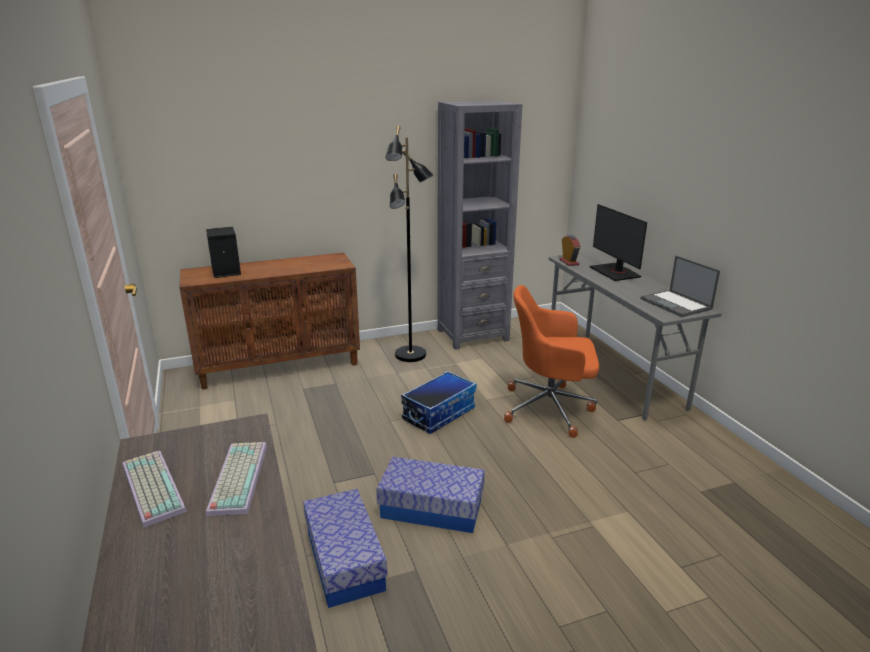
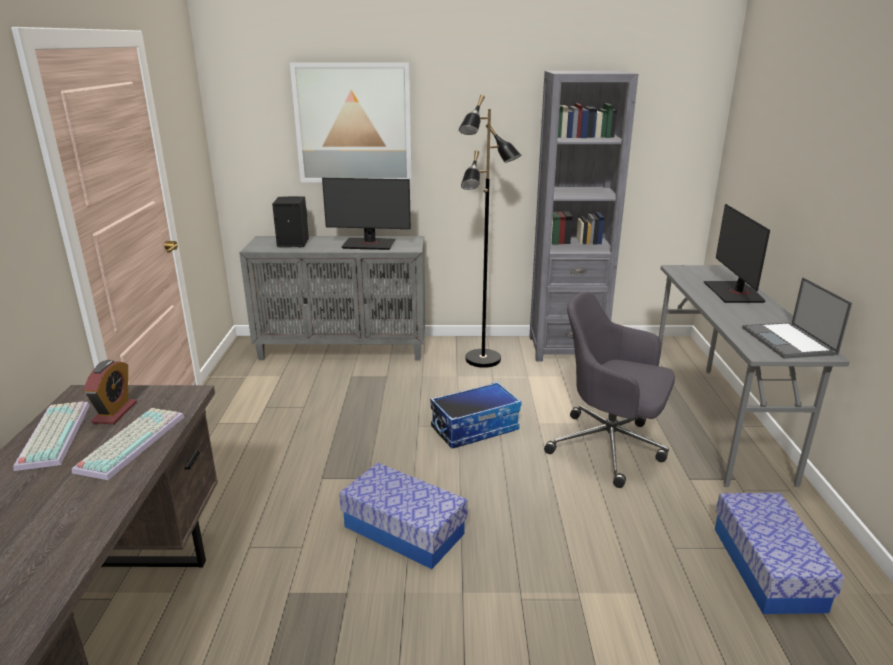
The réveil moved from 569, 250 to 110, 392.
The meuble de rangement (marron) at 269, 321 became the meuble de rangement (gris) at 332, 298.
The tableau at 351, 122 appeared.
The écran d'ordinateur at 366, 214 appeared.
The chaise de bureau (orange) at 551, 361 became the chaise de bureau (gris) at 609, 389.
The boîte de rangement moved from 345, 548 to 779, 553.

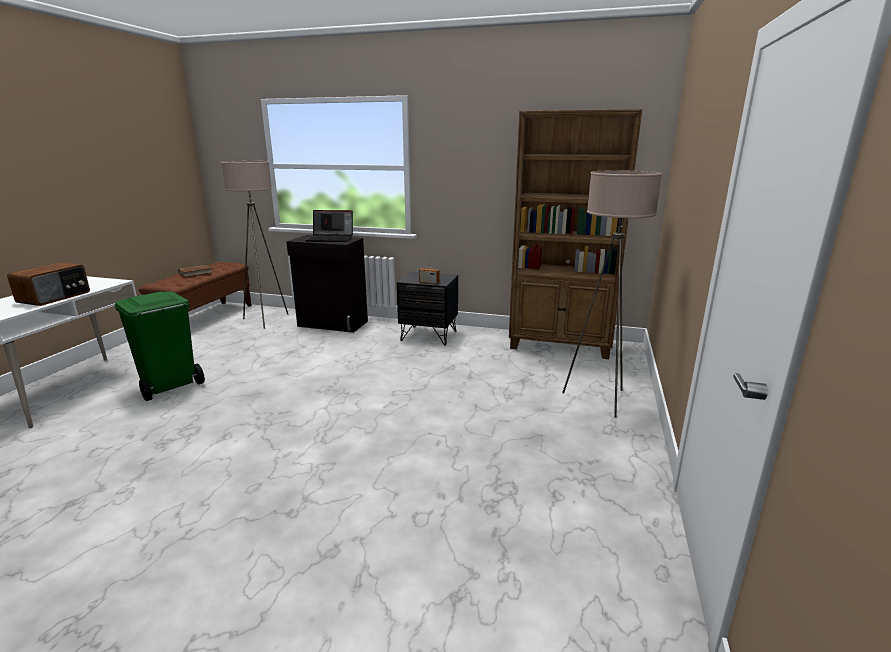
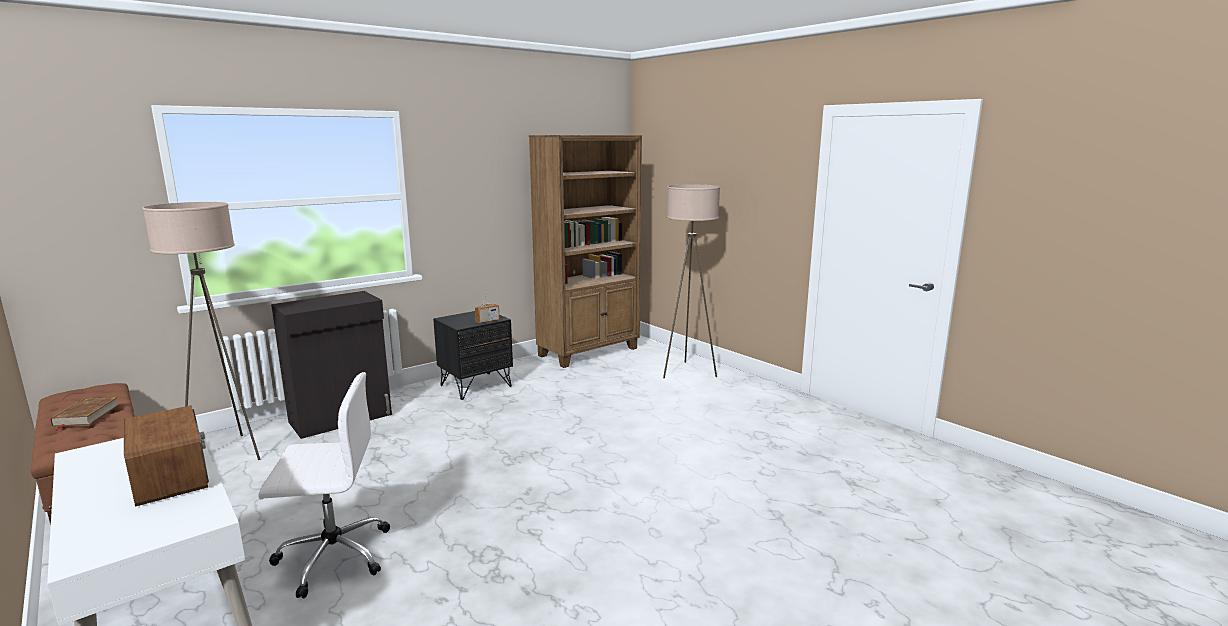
The poubelle (vert) at 160, 346 was replaced by the chaise de bureau (blanc) at 324, 485.
The ordinateur portable at 329, 226 disappeared.

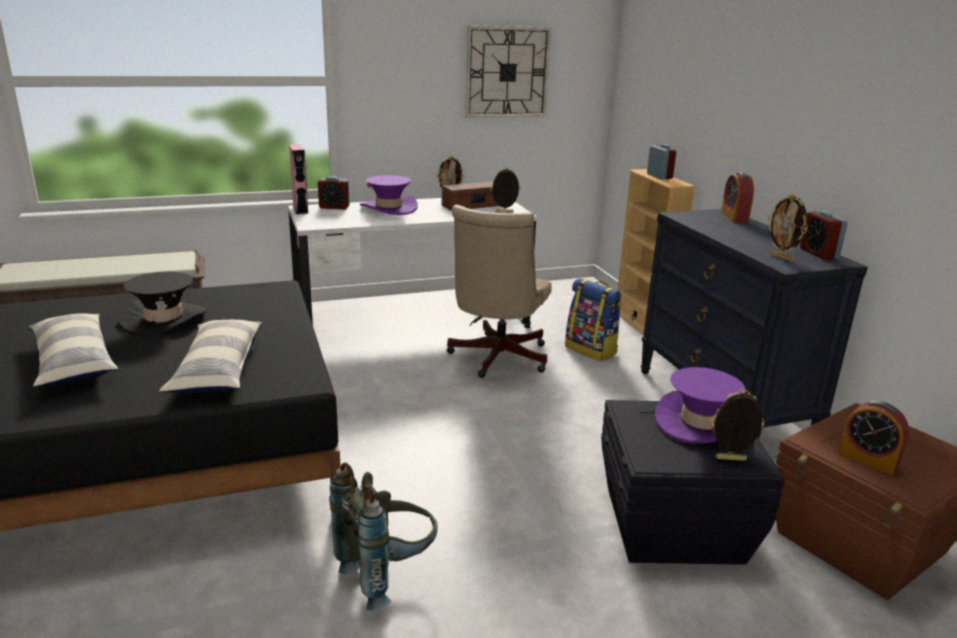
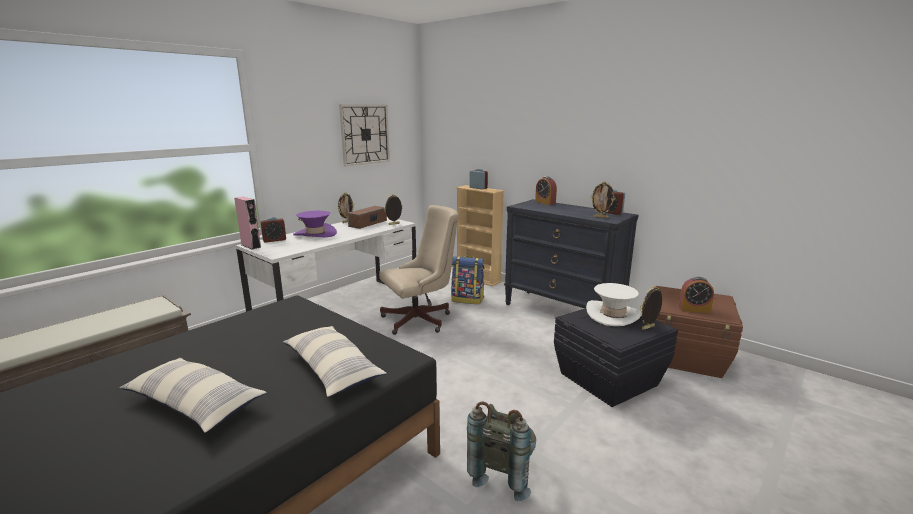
The chaise de bureau (beige) at 499, 291 turned 105 degrees counterclockwise.
The chapeau (violet) at 700, 405 became the chapeau (blanc) at 614, 304.
The chapeau (noir) at 163, 304 disappeared.

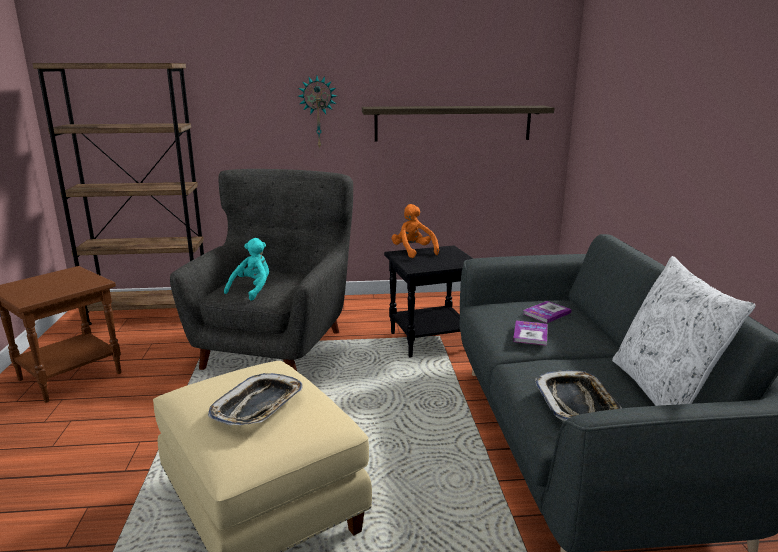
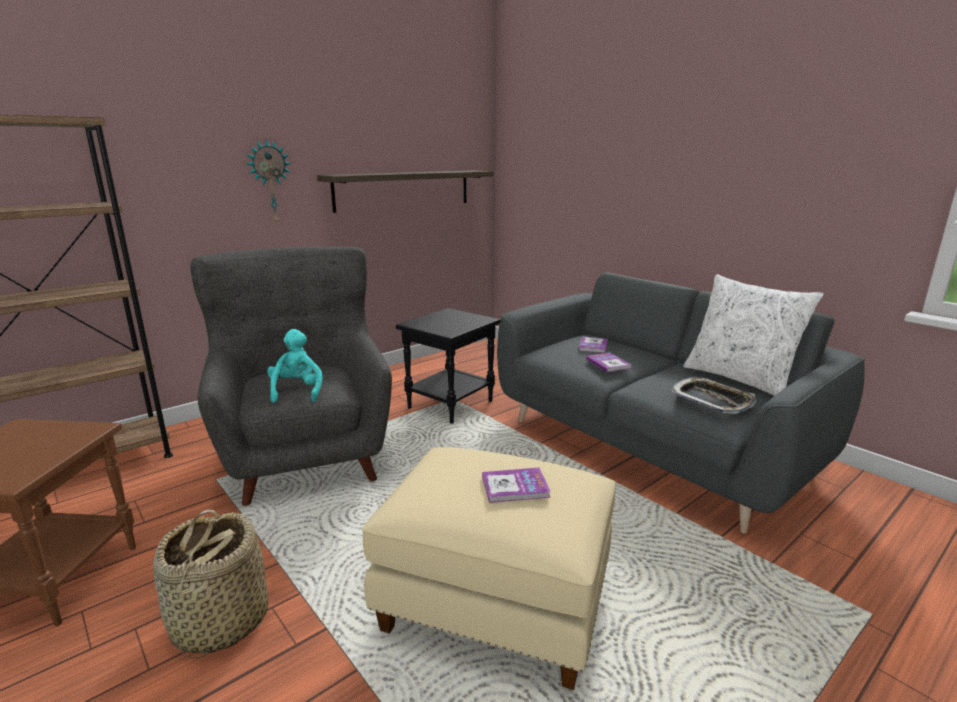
The panier at 210, 584 appeared.
The plateau at 255, 399 was replaced by the livre at 516, 485.
The peluche (orange) at 415, 231 disappeared.

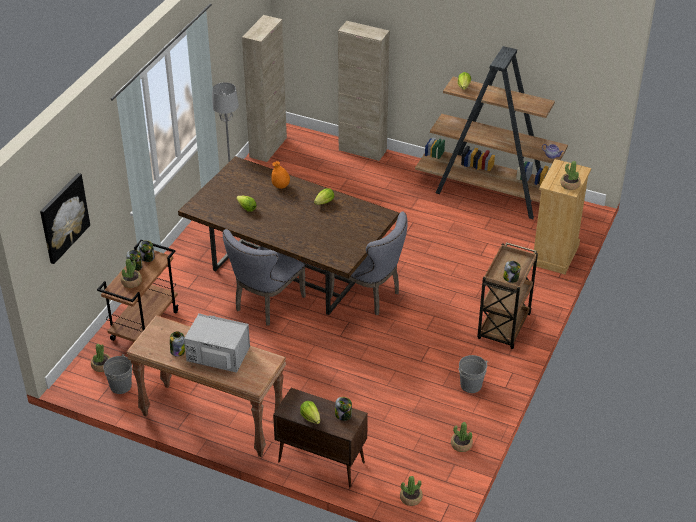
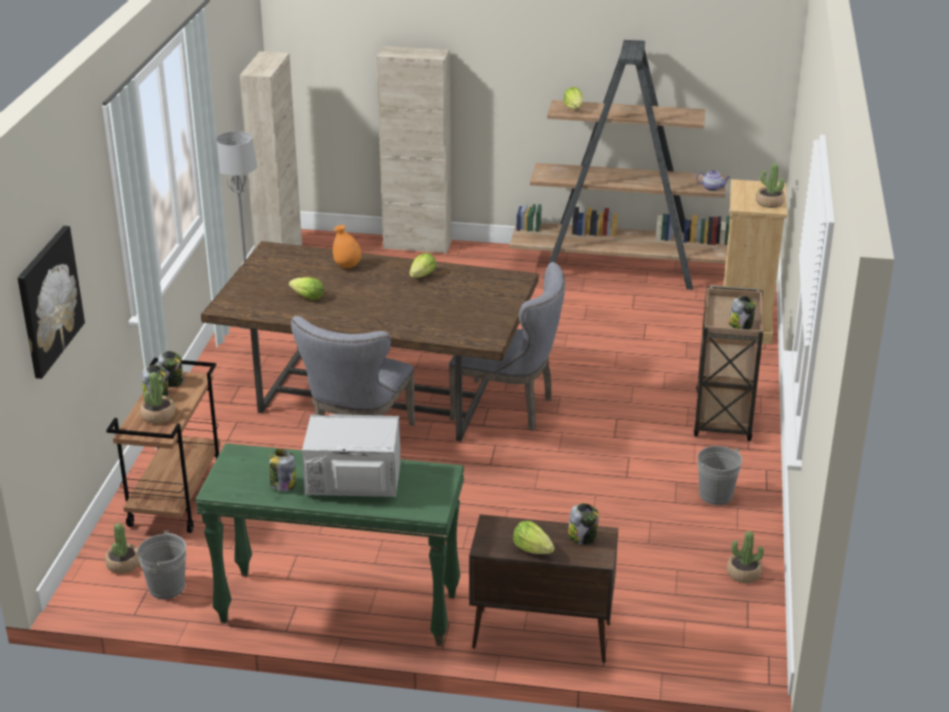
The table console (marron) at 206, 386 became the table console (vert) at 329, 545.
The plante en pot at 411, 491 disappeared.

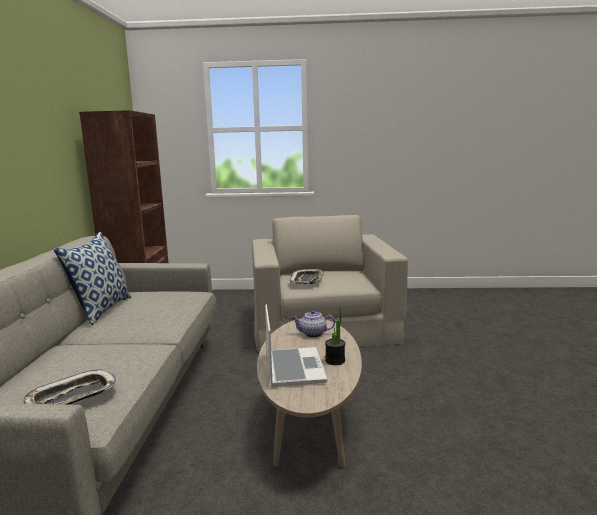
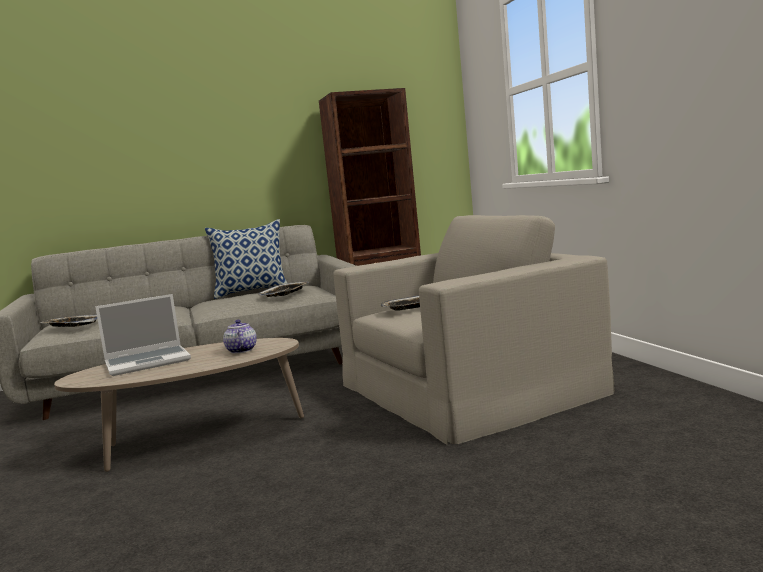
The plateau at 283, 289 appeared.
The plante en pot at 335, 335 disappeared.

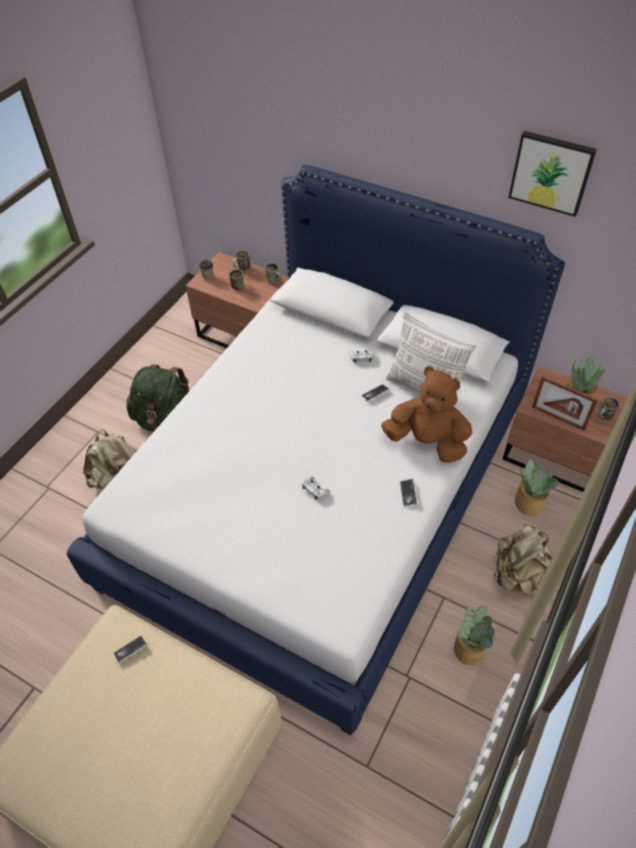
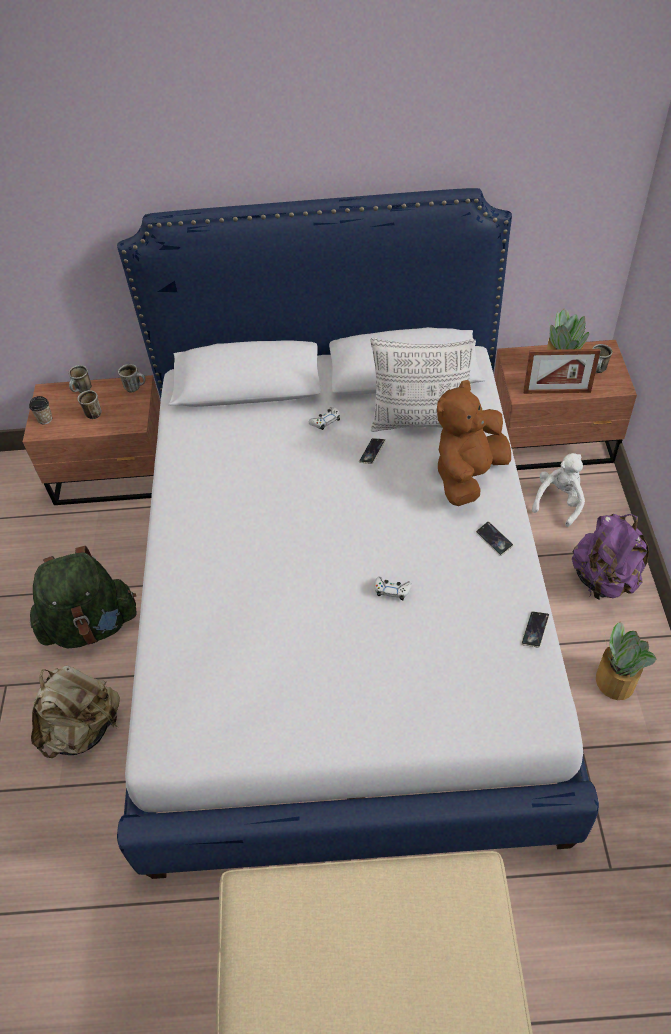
The peluche (marron) at 427, 415 turned 45 degrees counterclockwise.
The téléphone moved from 130, 649 to 535, 629.
The plante en pot at 537, 487 was replaced by the peluche (blanc) at 558, 490.
The sac à dos (beige) at 523, 559 became the sac à dos (violet) at 610, 557.
The tableau at 552, 174 disappeared.

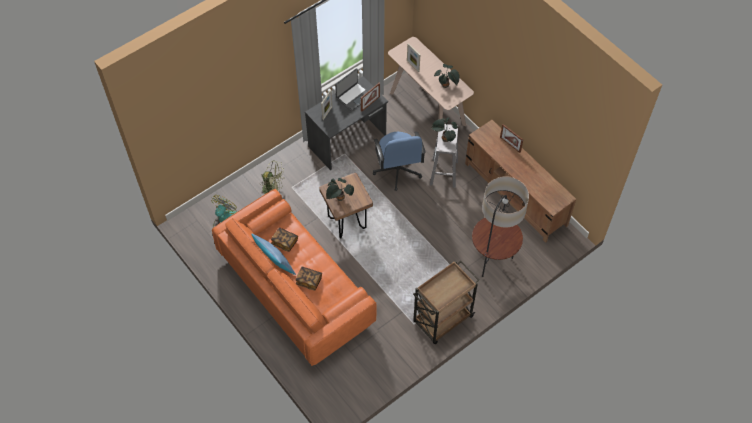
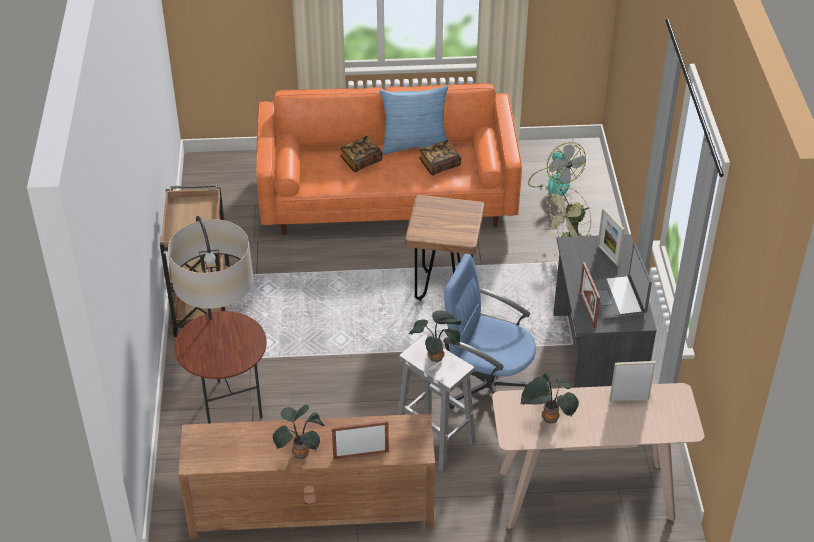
The plante en pot moved from 340, 189 to 299, 432.

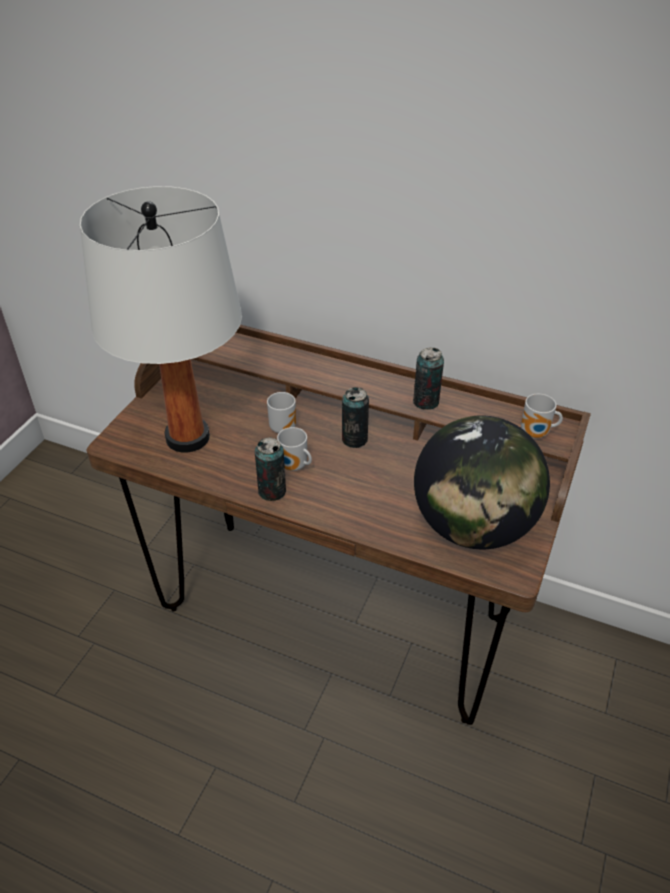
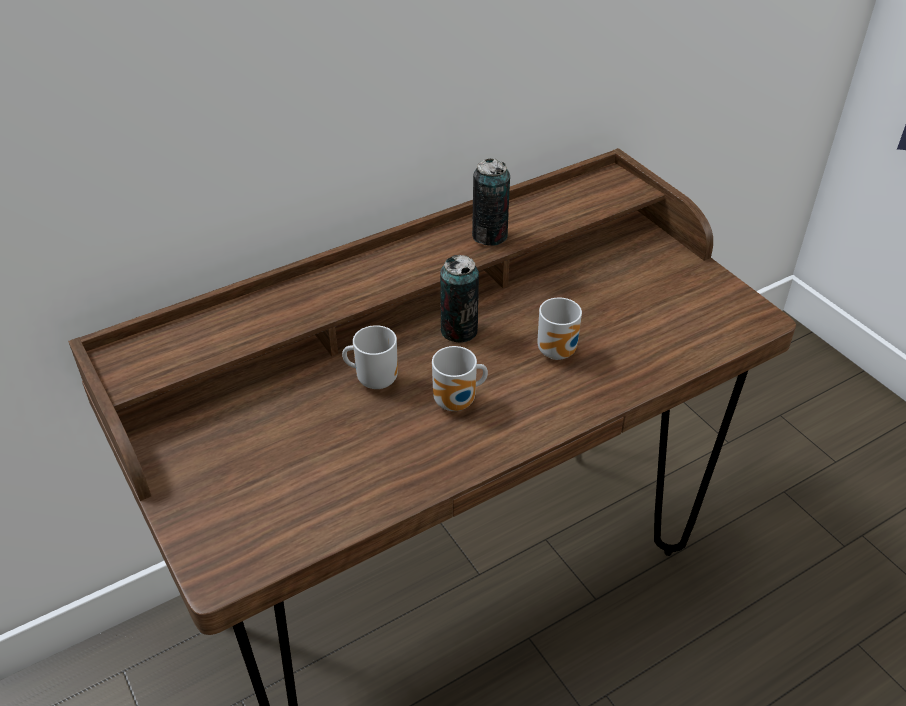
The mug moved from 542, 416 to 559, 329.
The lampe de table (blanc) at 161, 319 disappeared.
The boîte métallique at 270, 469 disappeared.
The globe at 482, 482 disappeared.

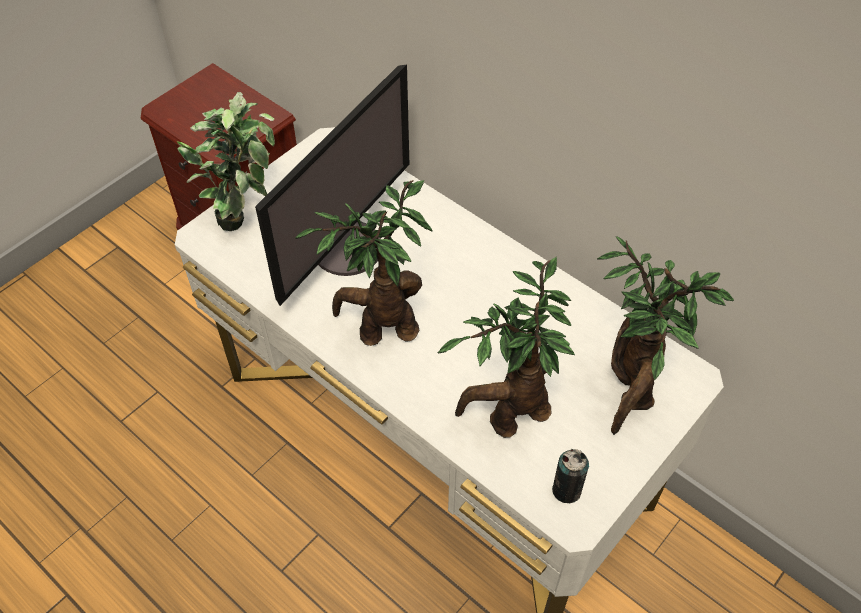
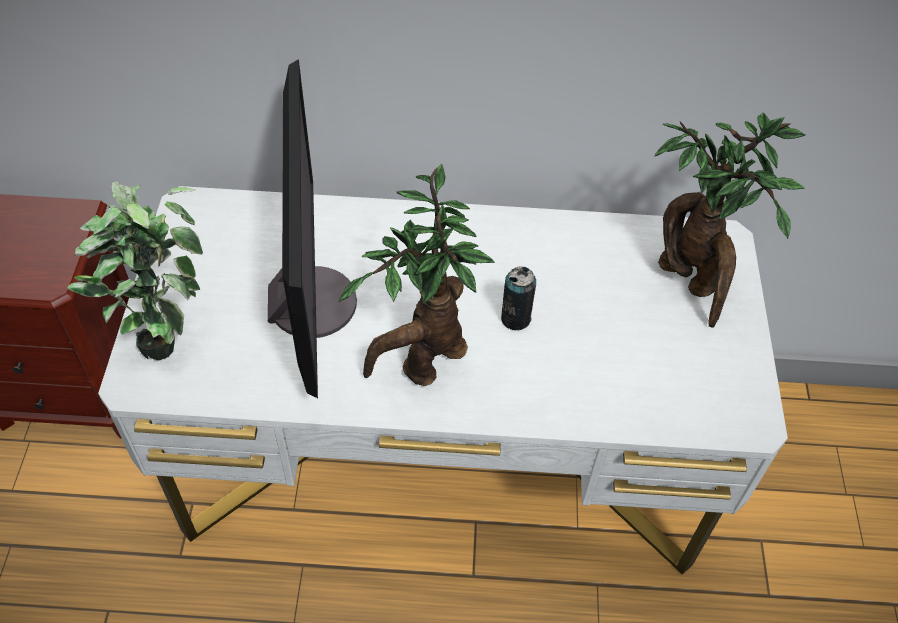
The boîte métallique moved from 570, 476 to 518, 298.
The plante en pot at 506, 347 disappeared.

